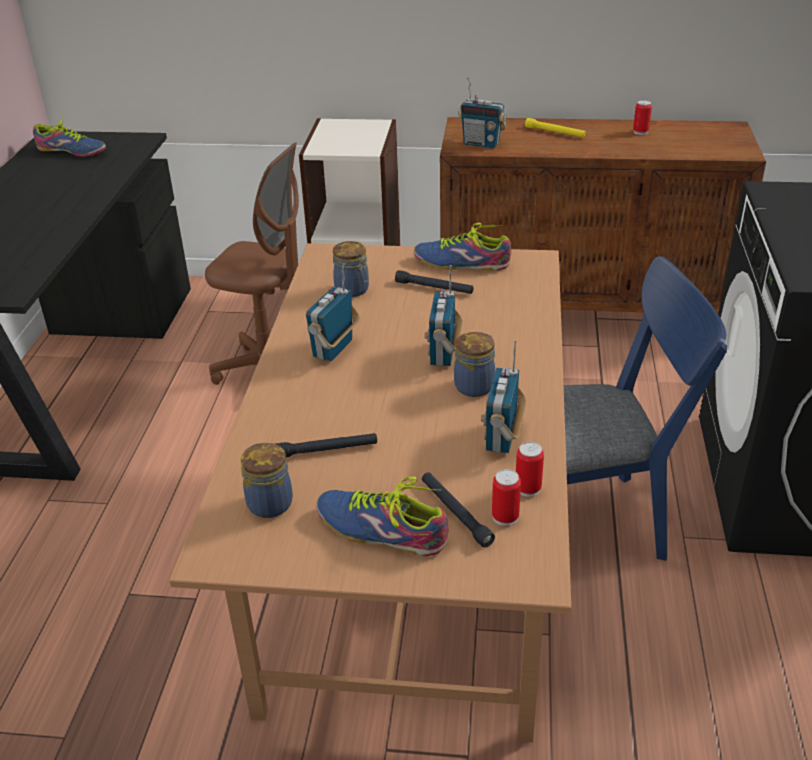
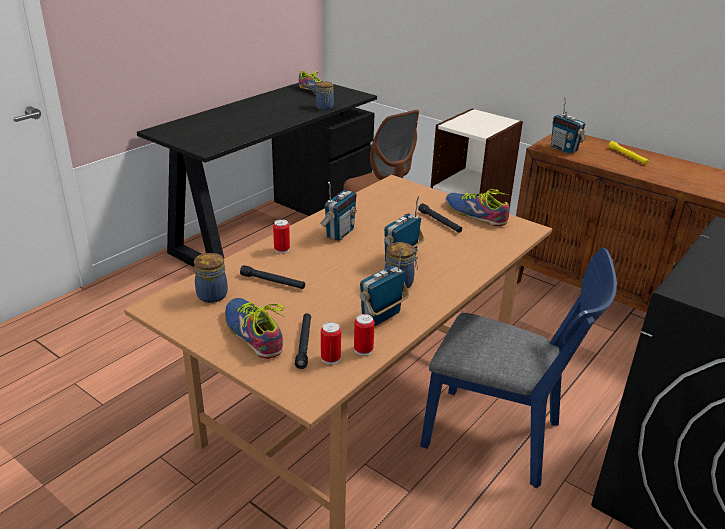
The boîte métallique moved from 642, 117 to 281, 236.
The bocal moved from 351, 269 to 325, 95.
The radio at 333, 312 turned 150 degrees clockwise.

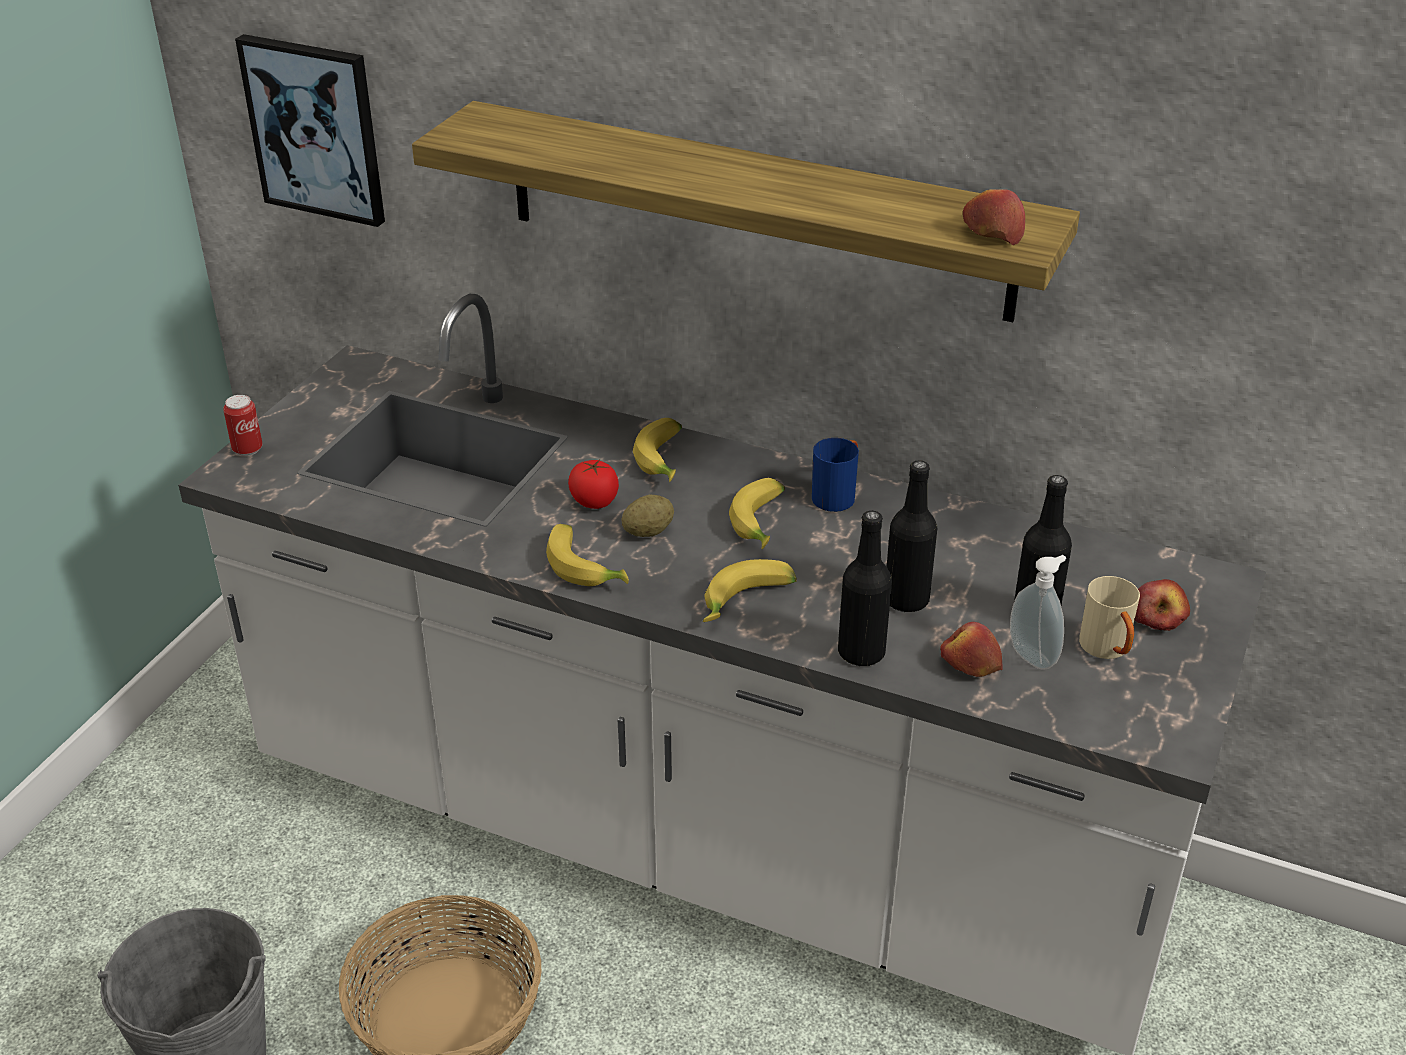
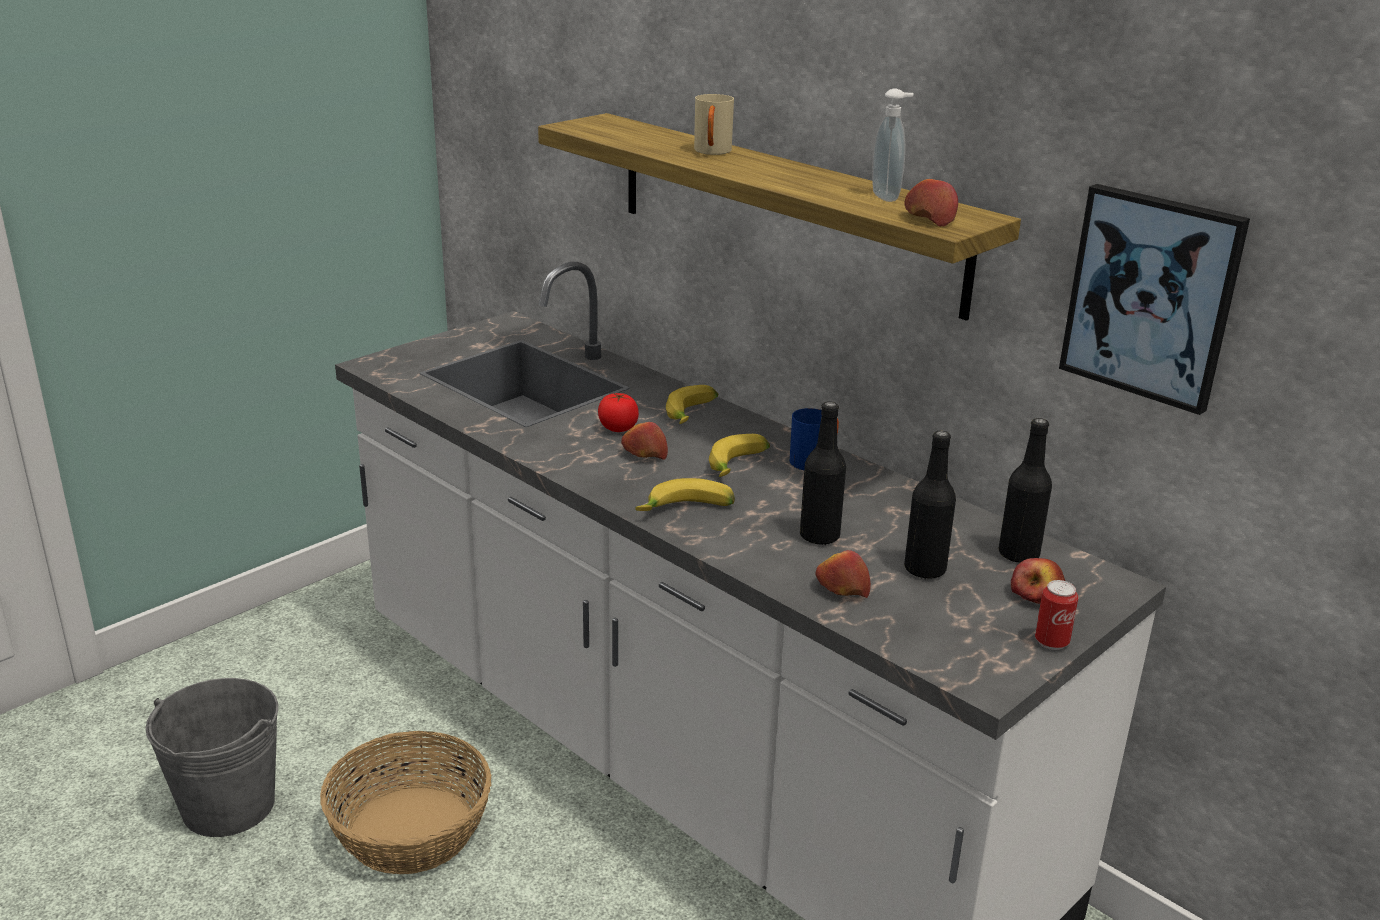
The pomme de terre at 647, 516 was replaced by the pomme at 644, 441.
The mug (beige) moved from 1109, 617 to 714, 124.
The distributeur de savon moved from 1038, 612 to 893, 145.
The bouteille (noir) moved from 865, 588 to 1025, 490.
The boîte métallique moved from 243, 425 to 1056, 615.
The tableau moved from 310, 130 to 1154, 299.
The banane at 587, 555 disappeared.

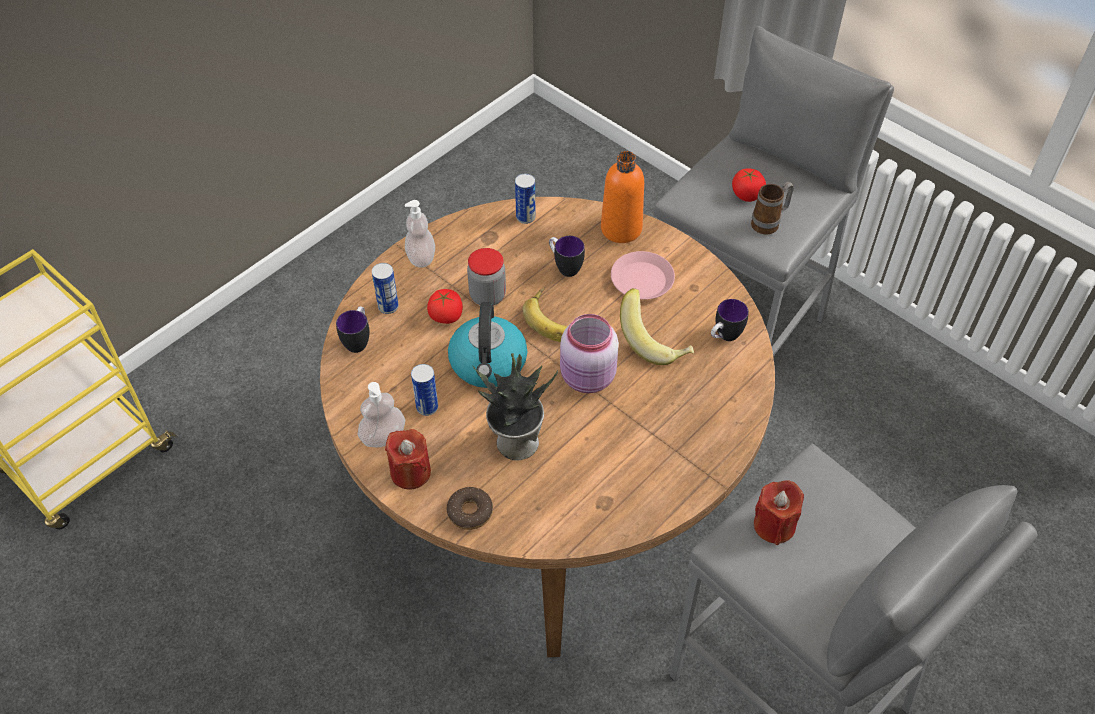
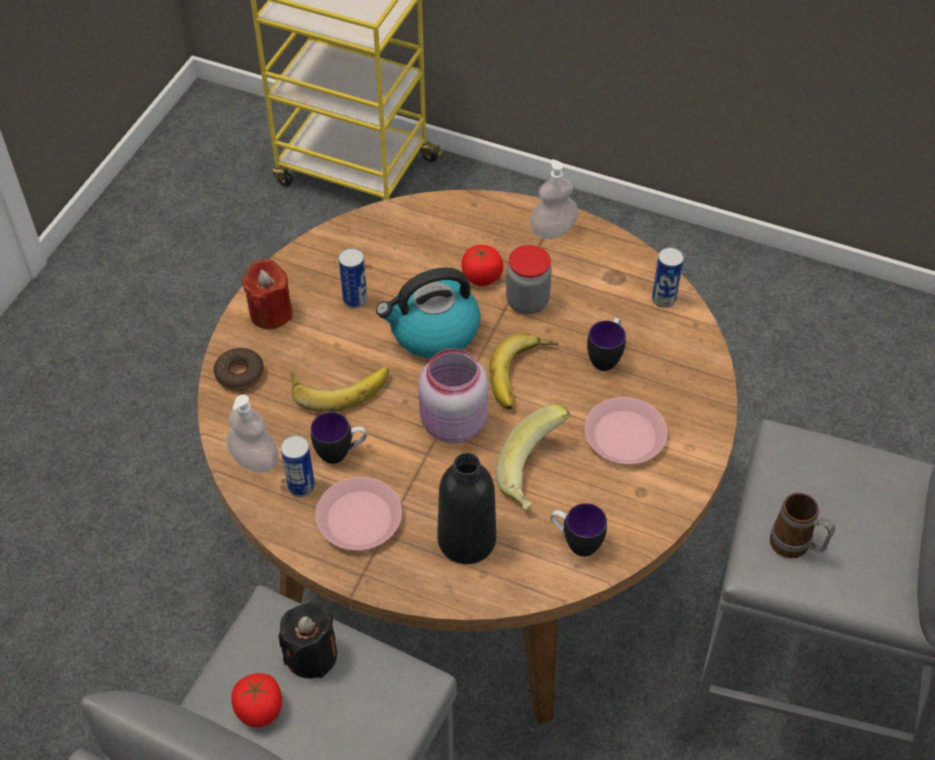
The distributeur de savon moved from 381, 415 to 253, 433.
The tomate moved from 749, 185 to 256, 700.
The bougie (rouge) at 779, 512 became the bougie (noir) at 308, 640.
The boîte métallique moved from 385, 288 to 298, 466.
The plante en pot at 515, 406 was replaced by the banane at 339, 389.
The mug moved from 353, 330 to 338, 438.
The assiette (rose) at 359, 514 appeared.
The bouteille (noir) at 466, 508 appeared.
The bouteille (orange) at 622, 197 disappeared.

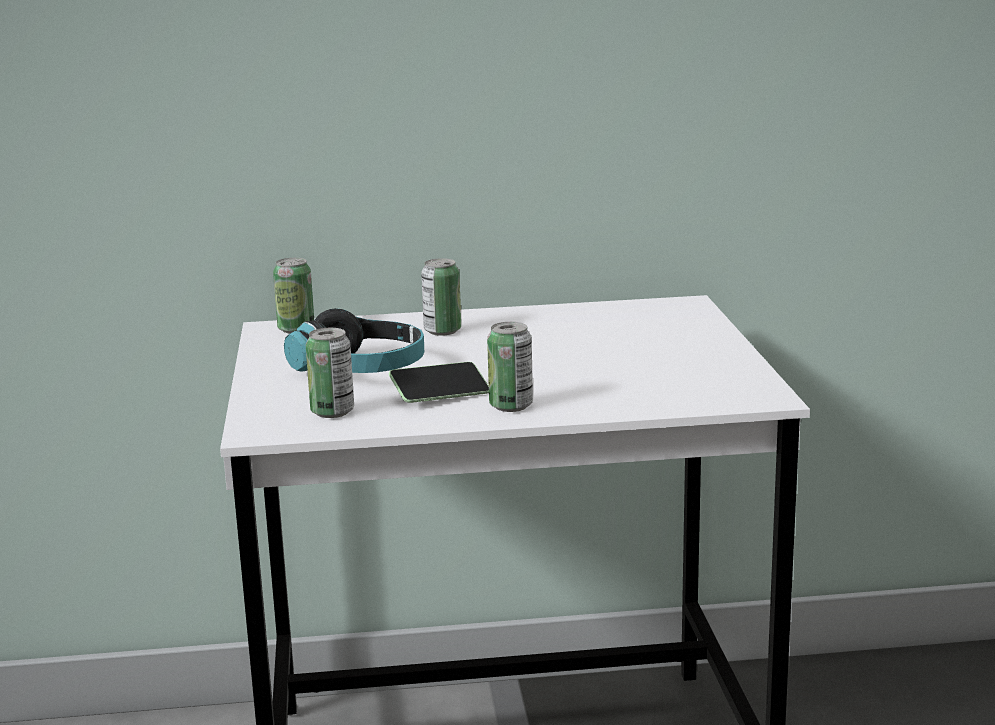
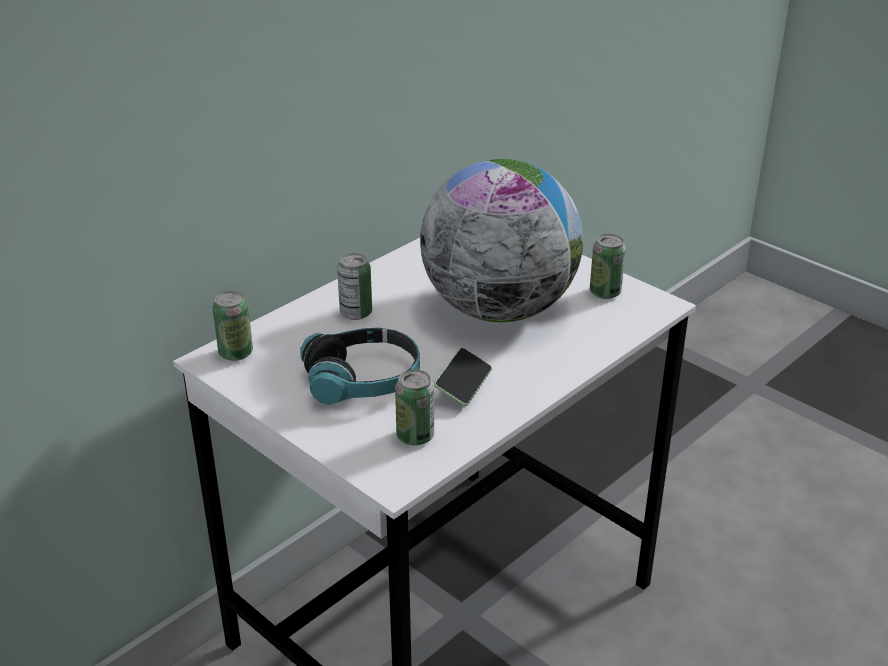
The globe at 501, 240 appeared.
The boîte métallique moved from 510, 367 to 608, 266.

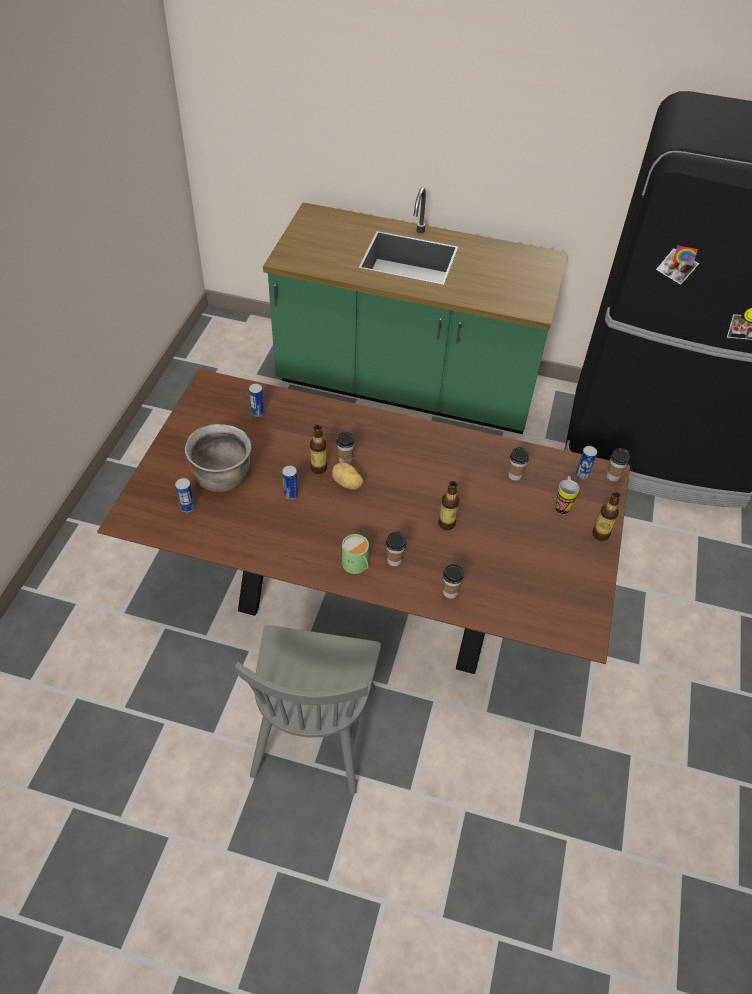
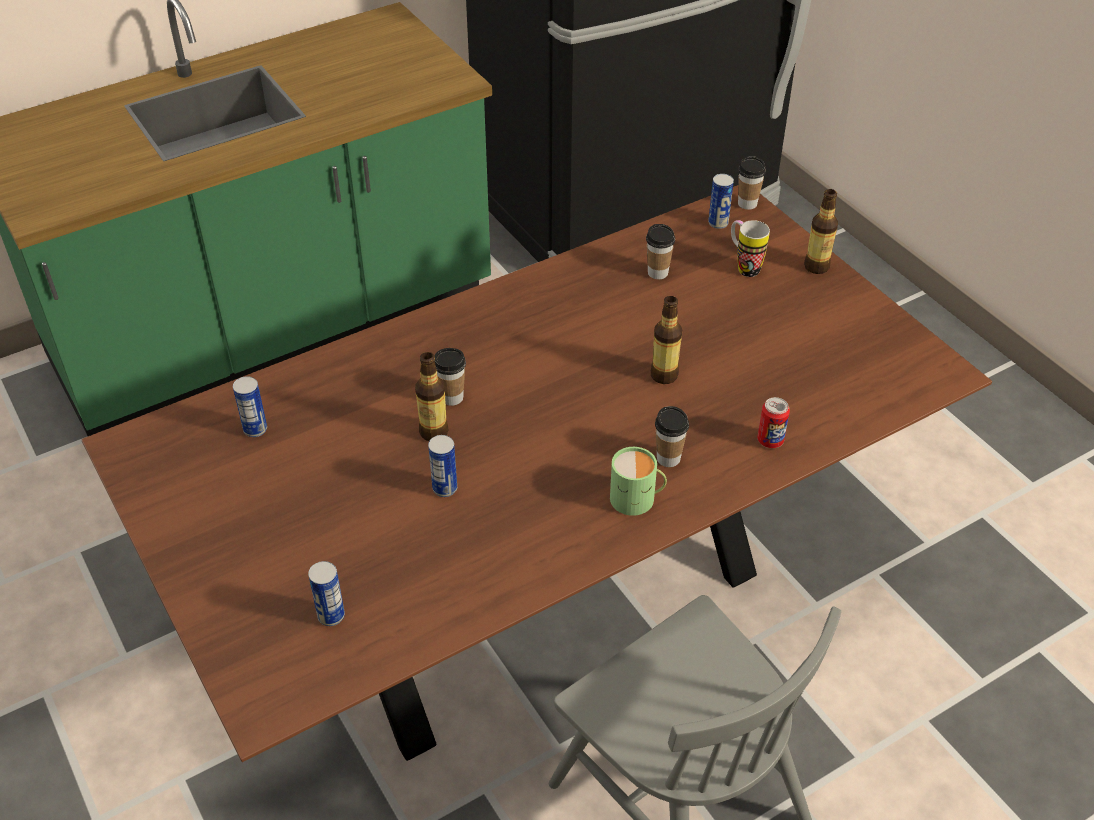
The tasse at 453, 581 was replaced by the boîte métallique at 773, 422.
The marmite (marron) at 217, 458 disappeared.
The pomme de terre at 348, 476 disappeared.

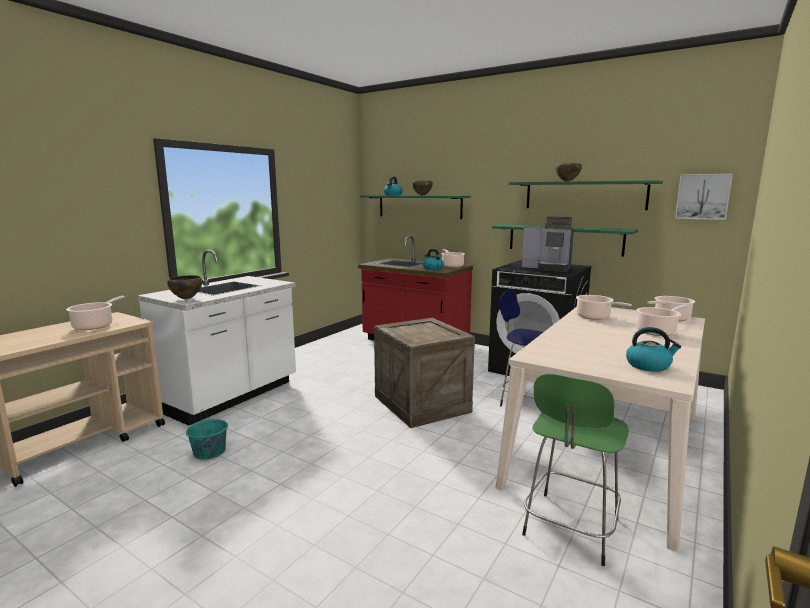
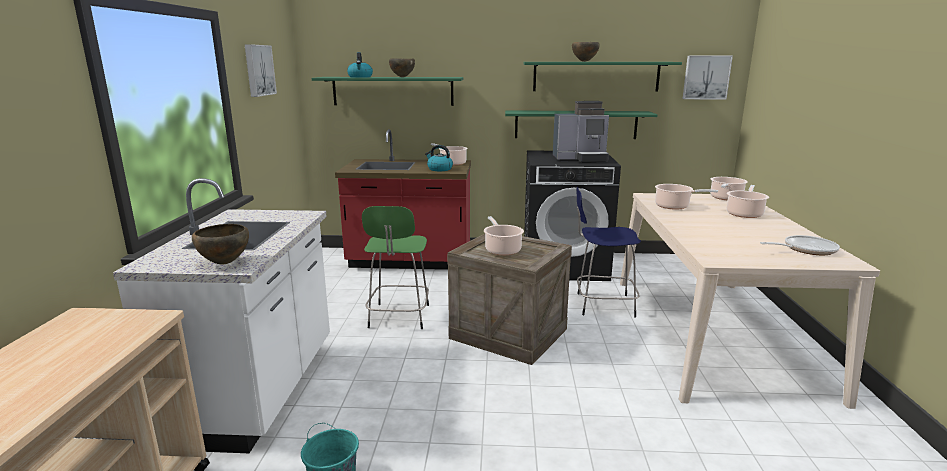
The tableau at 261, 70 appeared.
The tabouret (vert) moved from 575, 470 to 395, 267.
The marmite moved from 95, 313 to 504, 235.
The bouilloire at 653, 349 was replaced by the poêle at 800, 245.

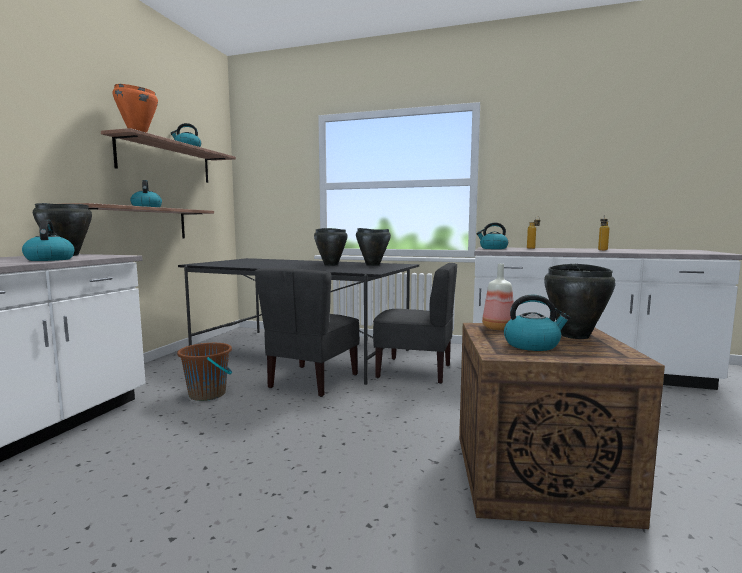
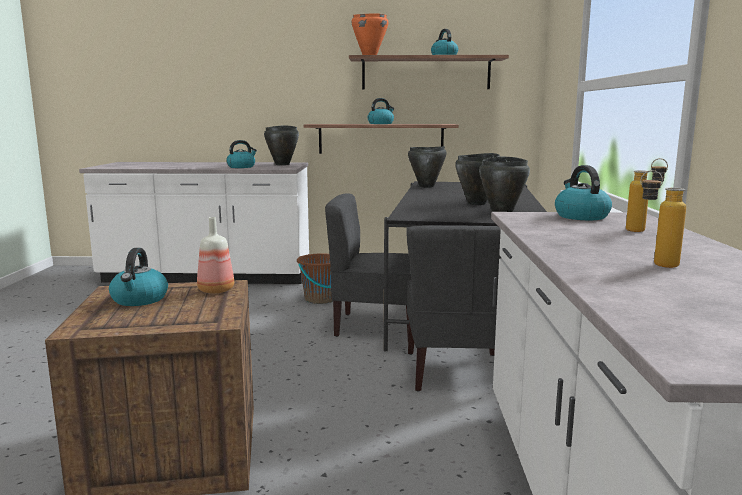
The marmite (noir) moved from 580, 301 to 427, 167.

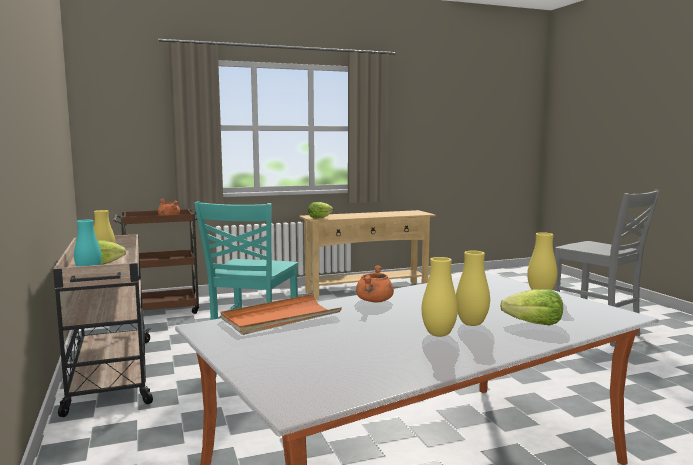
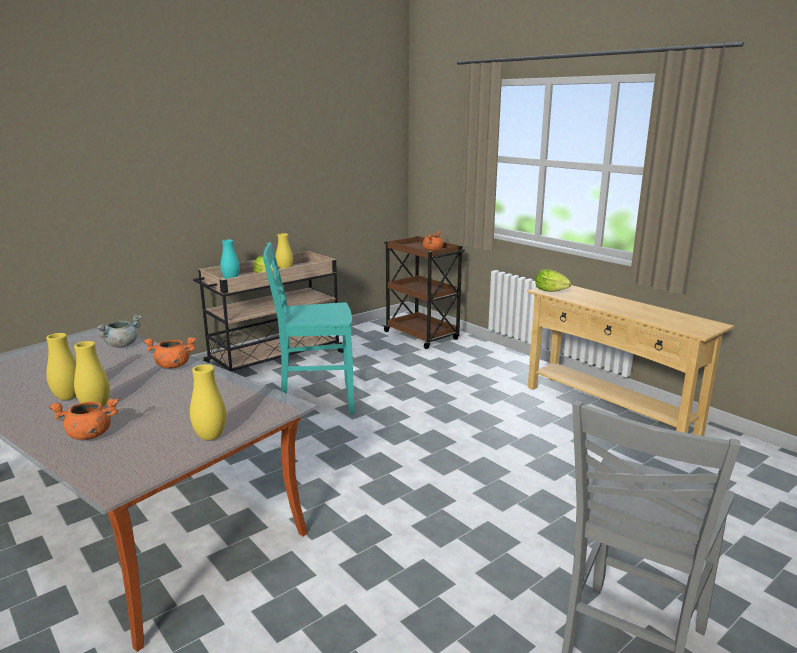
The laitue at 531, 307 was replaced by the marmite (orange) at 84, 419.
The plateau (orange) at 281, 314 was replaced by the marmite (gris) at 119, 331.

